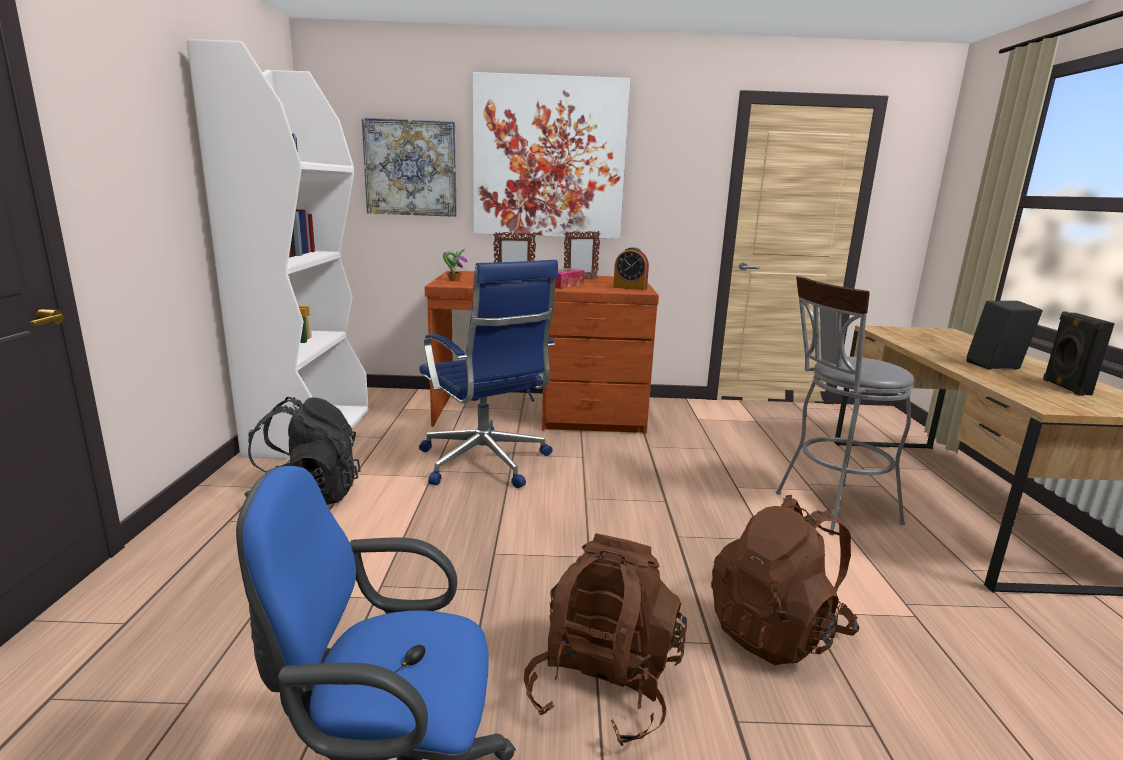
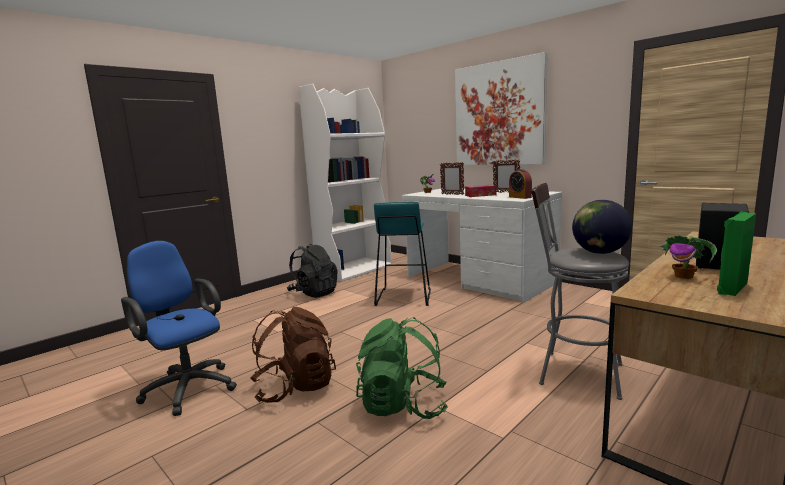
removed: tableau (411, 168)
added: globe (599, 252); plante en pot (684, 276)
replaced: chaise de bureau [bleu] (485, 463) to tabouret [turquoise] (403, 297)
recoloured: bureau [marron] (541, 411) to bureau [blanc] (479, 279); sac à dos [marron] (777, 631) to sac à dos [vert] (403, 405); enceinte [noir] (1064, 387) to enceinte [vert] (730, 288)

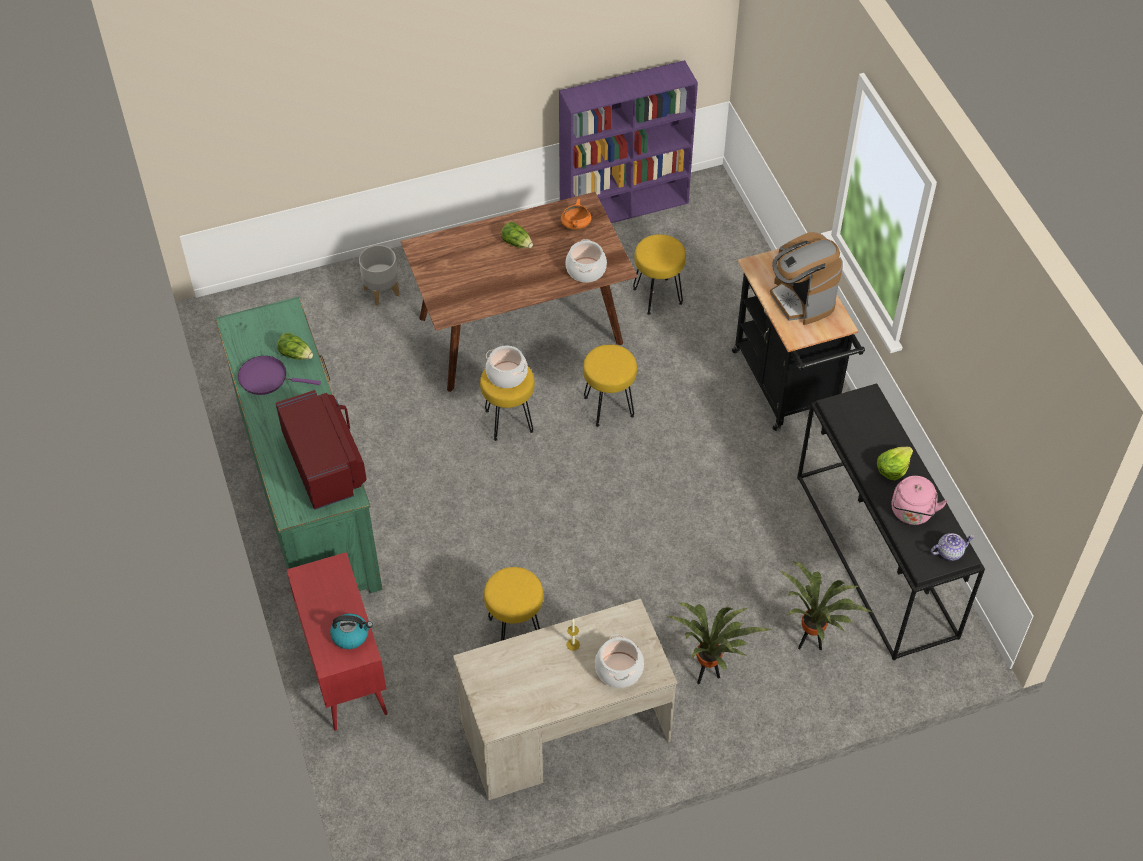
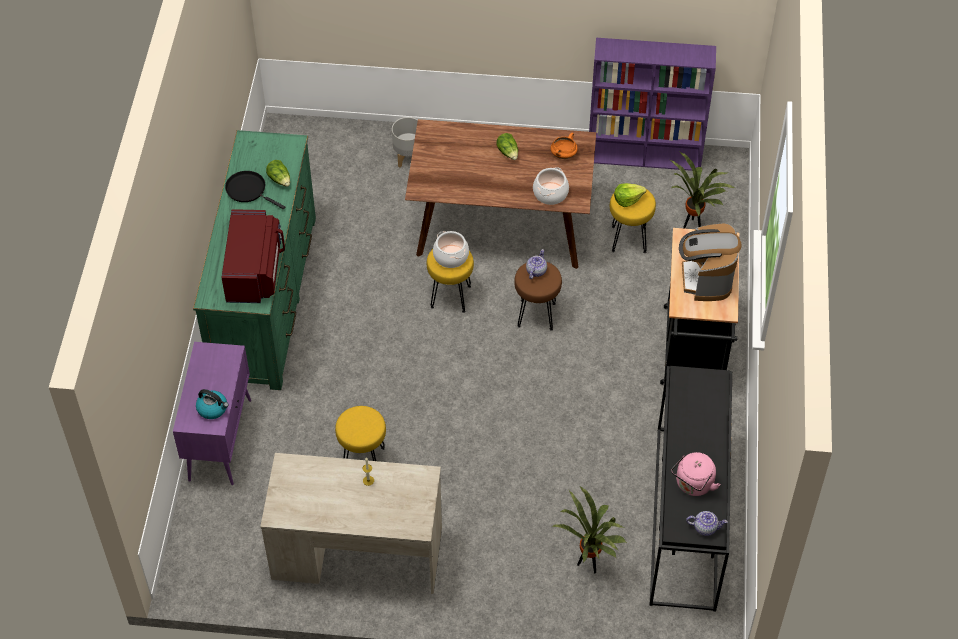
removed: marmite (619, 670)
added: théière (536, 271)
moved: plante en pot (707, 676) to (692, 227); laitue (892, 468) to (627, 199)
recoloured: poêle [violet] (266, 378) to poêle [noir] (248, 190); meuble de rangement [rouge] (344, 669) to meuble de rangement [violet] (220, 439); tabouret [jaune] (608, 407) to tabouret [marron] (536, 315)

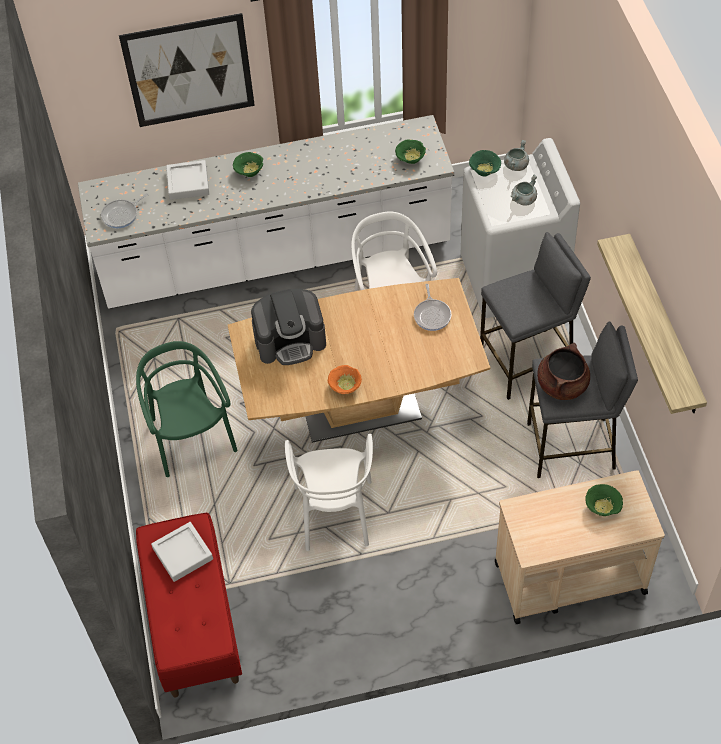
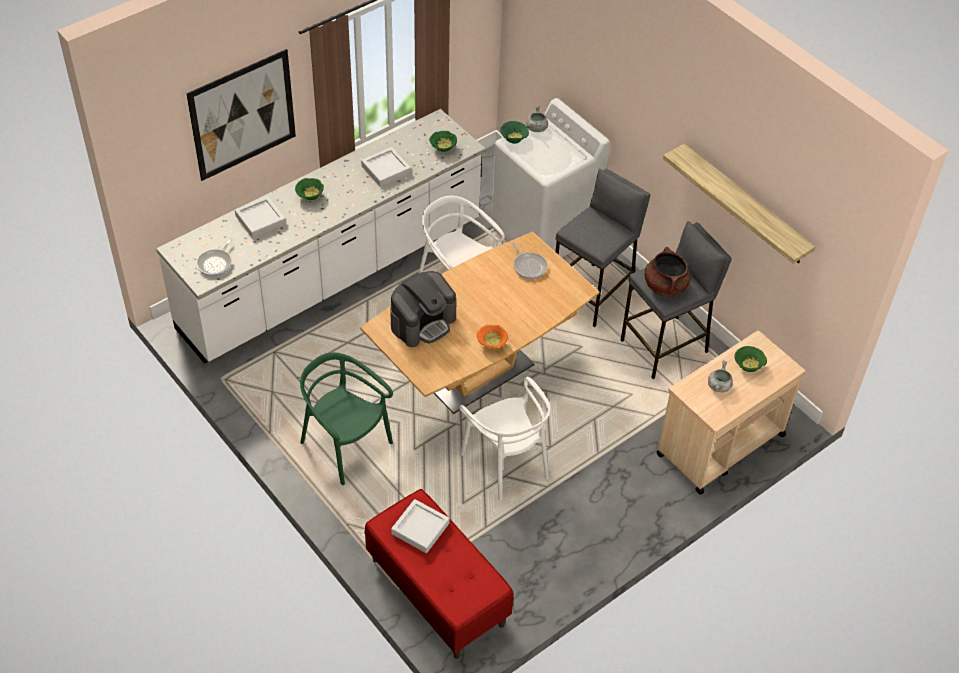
added: plateau [gris] (386, 170)
moved: marmite [gris] (523, 200) to (719, 386)

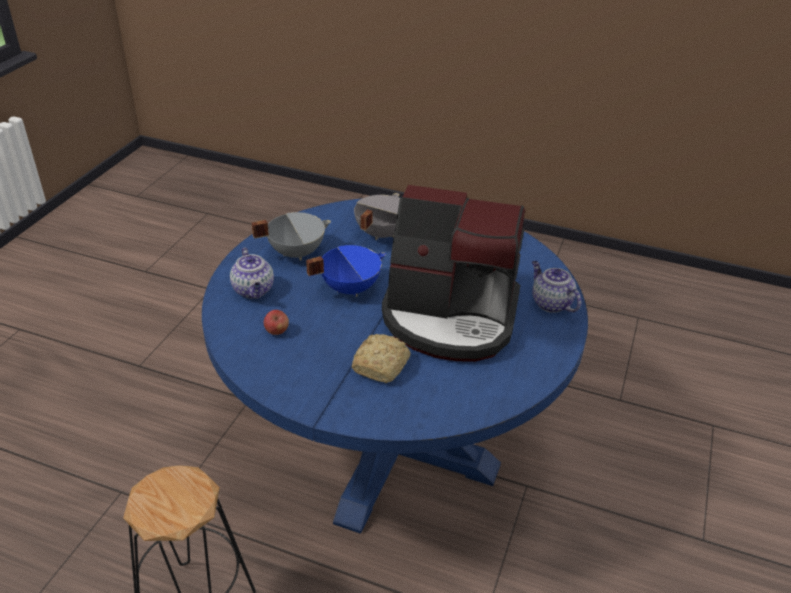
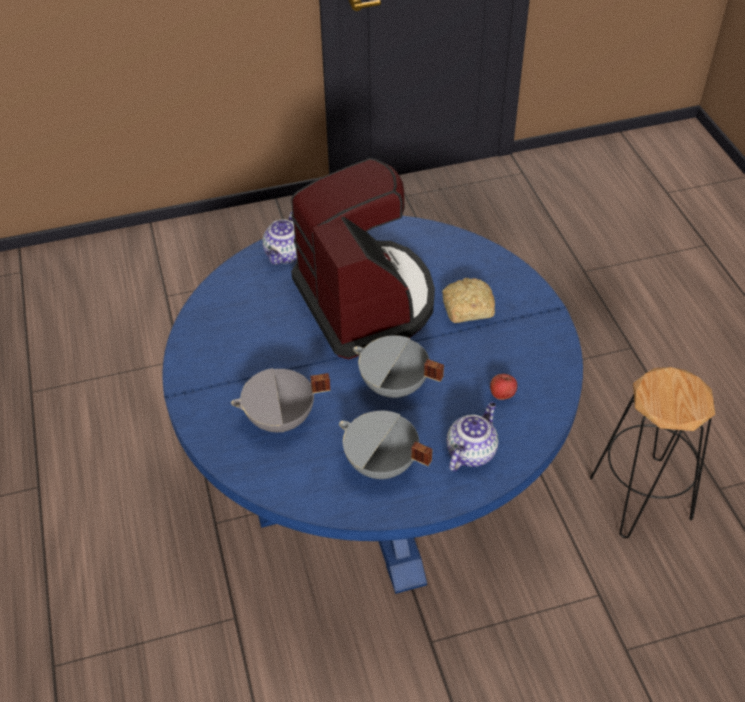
recoloured: marmite [bleu] (349, 288) to marmite [gris] (394, 386)

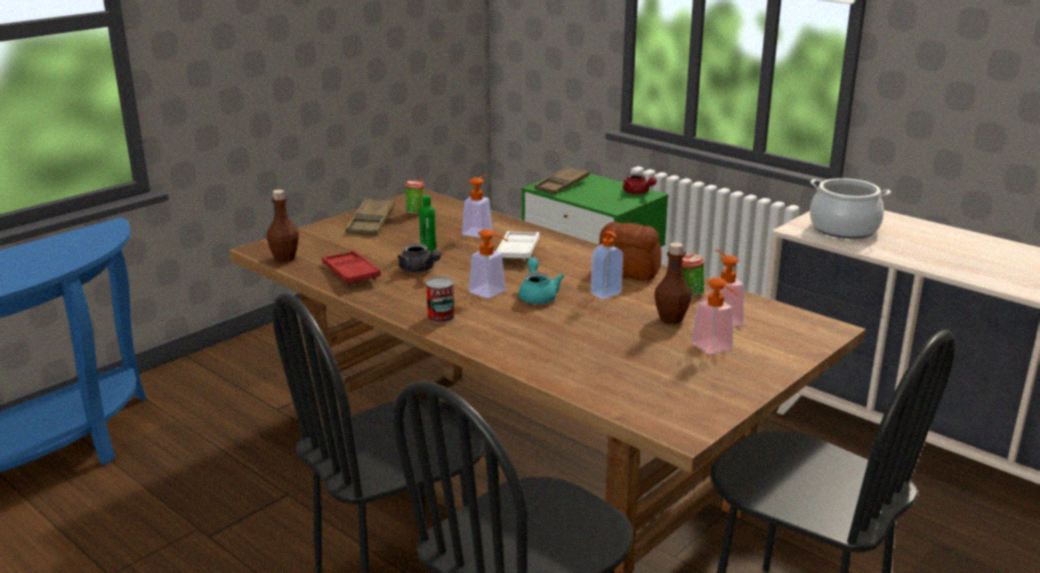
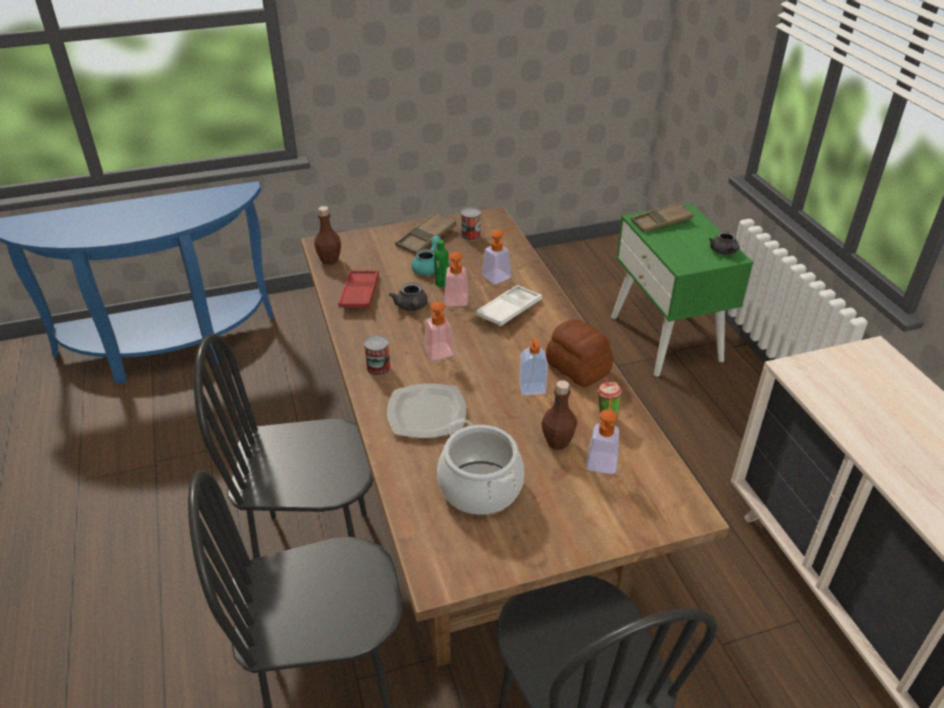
added: assiette (426, 414)
moved: théière [turquoise] (537, 295) to (429, 267); distributeur de savon (716, 349) to (456, 303); marmite (843, 229) to (480, 487)
replaced: tasse (415, 212) to boîte métallique (471, 235)
recoloured: théière [rouge] (638, 193) to théière [gris] (724, 252)

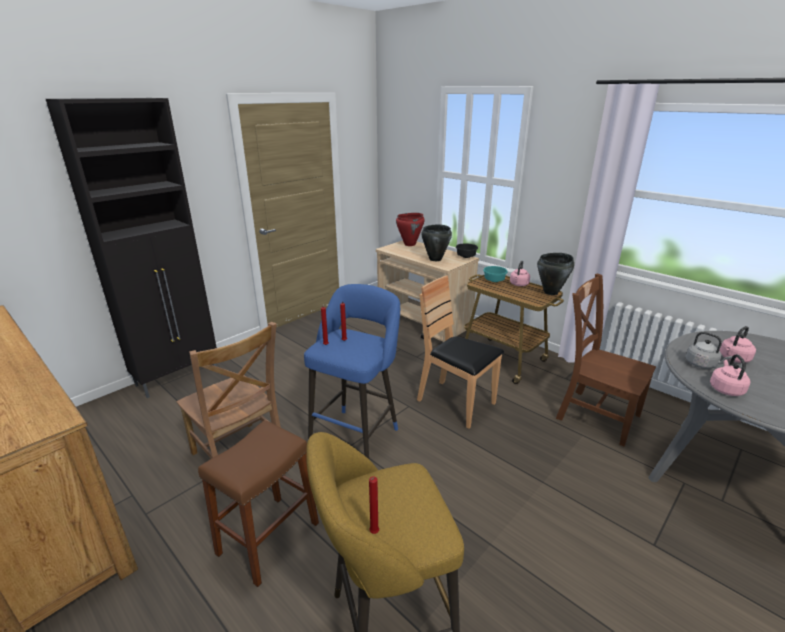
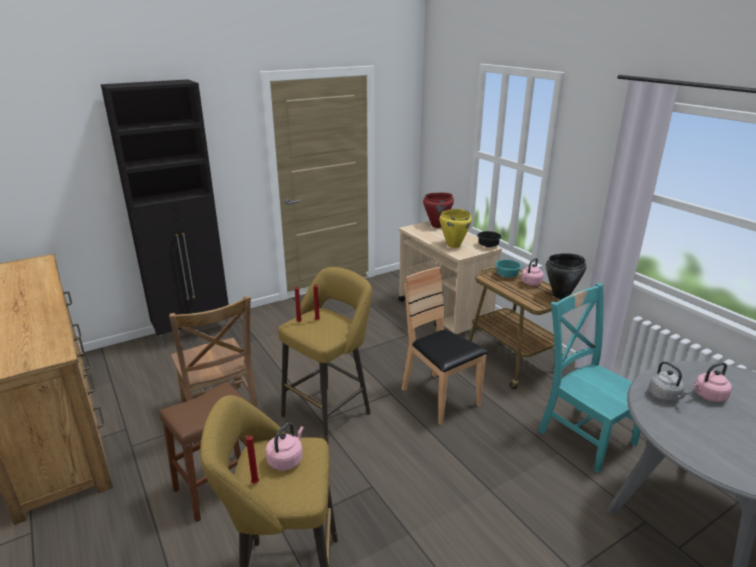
moved: bouilloire [rose] (725, 389) to (286, 459)
recoloured: tabouret [bleu] (357, 435) to tabouret [jaune] (330, 412); marmite [noir] (435, 259) to marmite [jaune] (453, 245); chaise [marron] (594, 415) to chaise [turquoise] (583, 435)

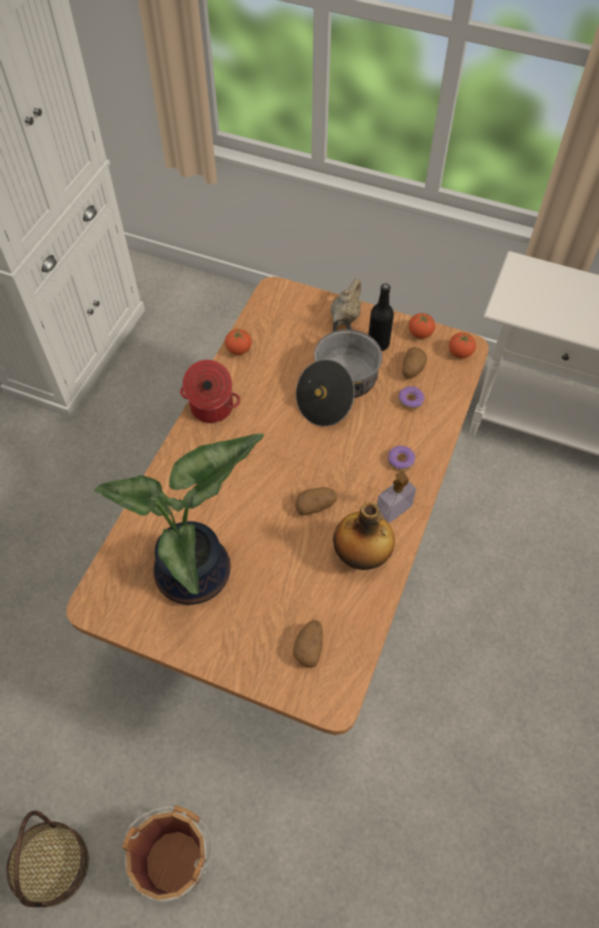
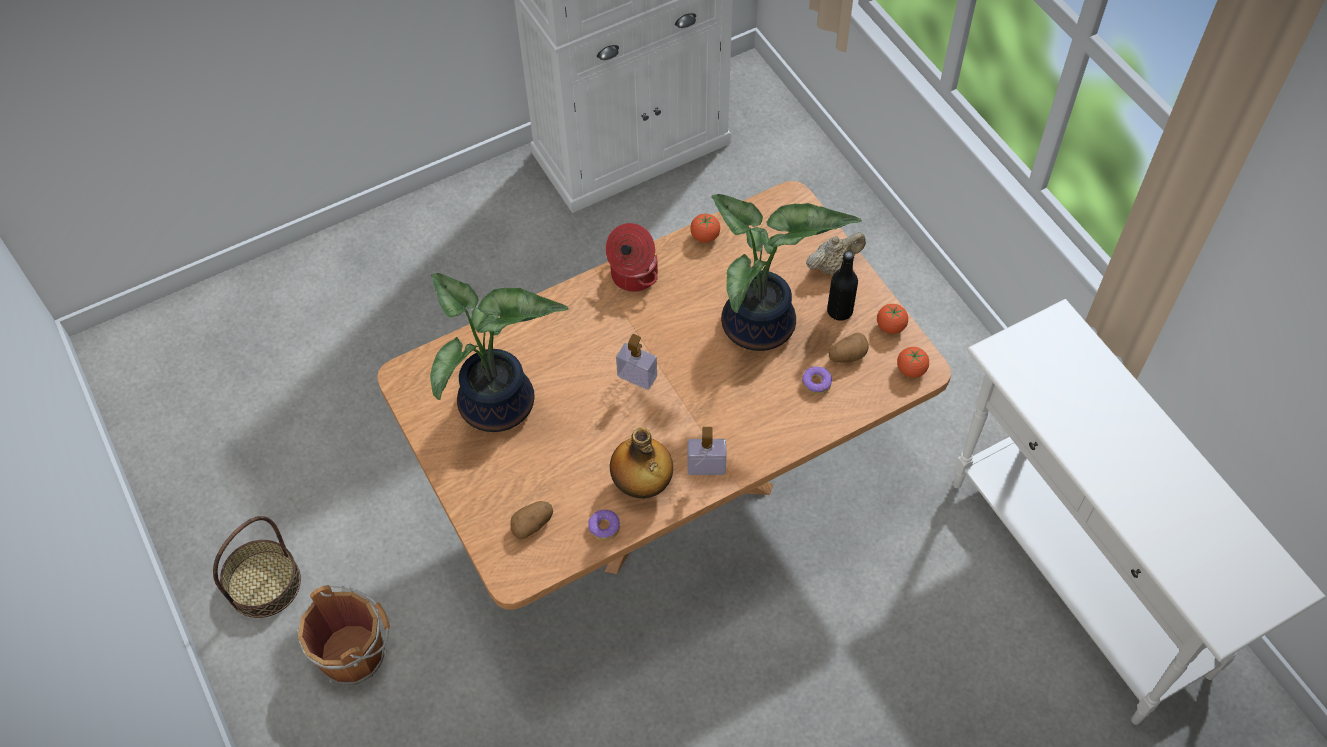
removed: pomme de terre (315, 506)
added: distributeur de savon (637, 376)
moved: beignet (400, 461) to (604, 528)
replaced: marmite (338, 388) to plante en pot (761, 328)

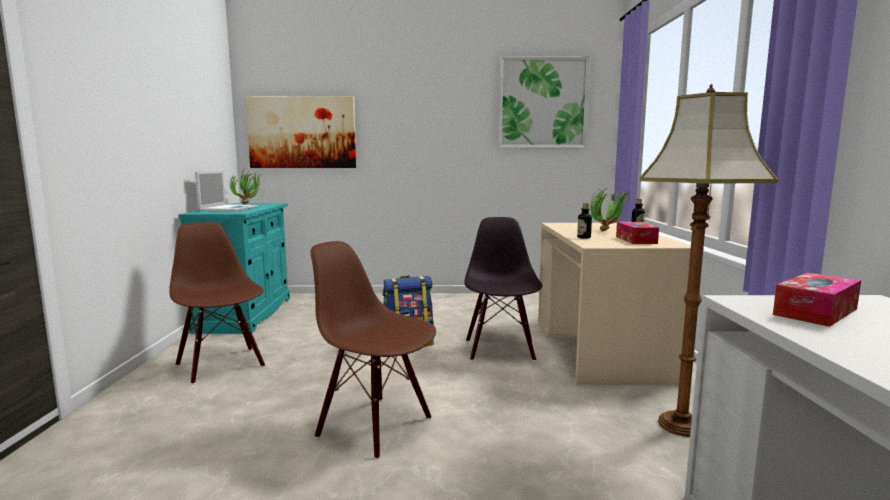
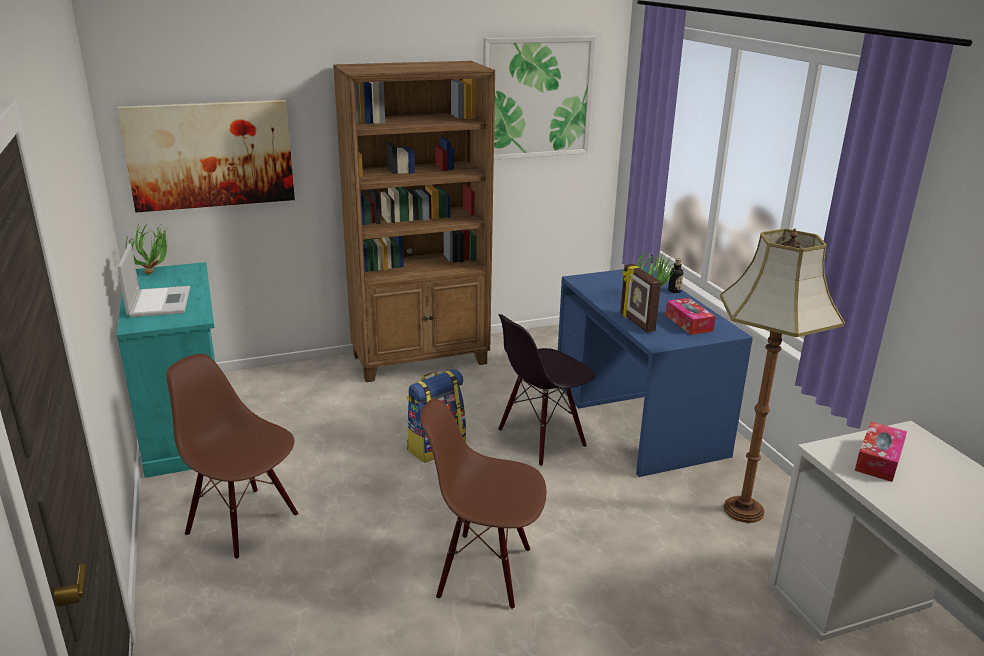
added: bibliothèque [marron] (421, 360)
replaced: bouteille (584, 237) to cadre photo (636, 322)
recoloured: bureau [beige] (600, 347) to bureau [bleu] (637, 417)
turned: chaise [noir] (500, 350) = (541, 439) 105 degrees counterclockwise

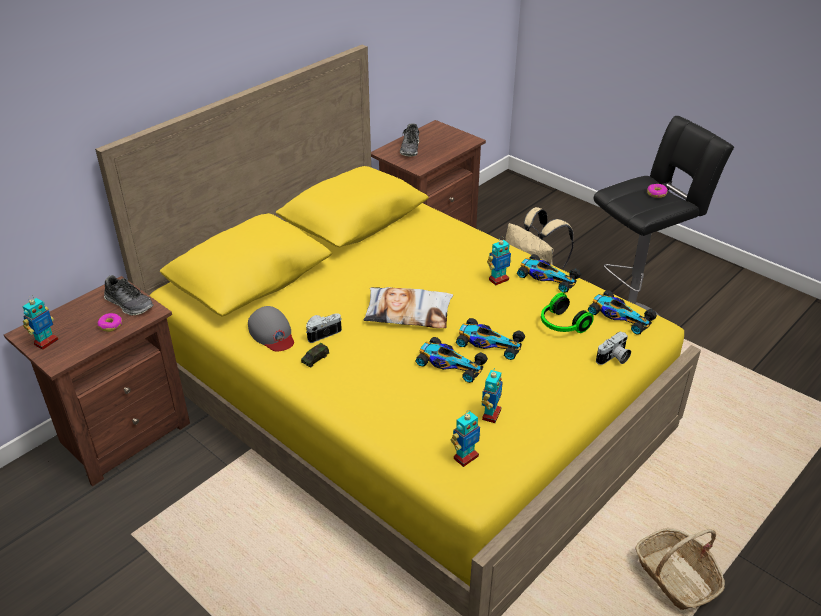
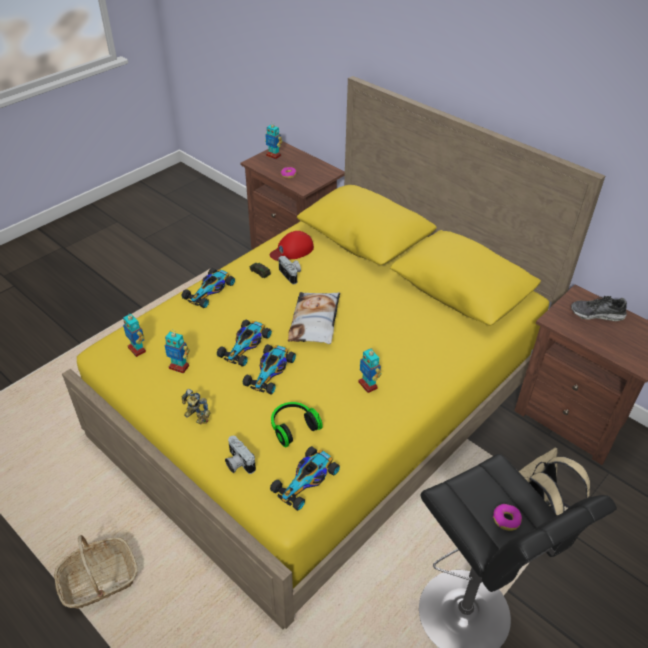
removed: chaussure (129, 304)
added: robot jouet (195, 417)
moved: petite voiture (546, 277) to (210, 290)
recoloured: casquette [gris] (272, 333) to casquette [rouge] (292, 250)

